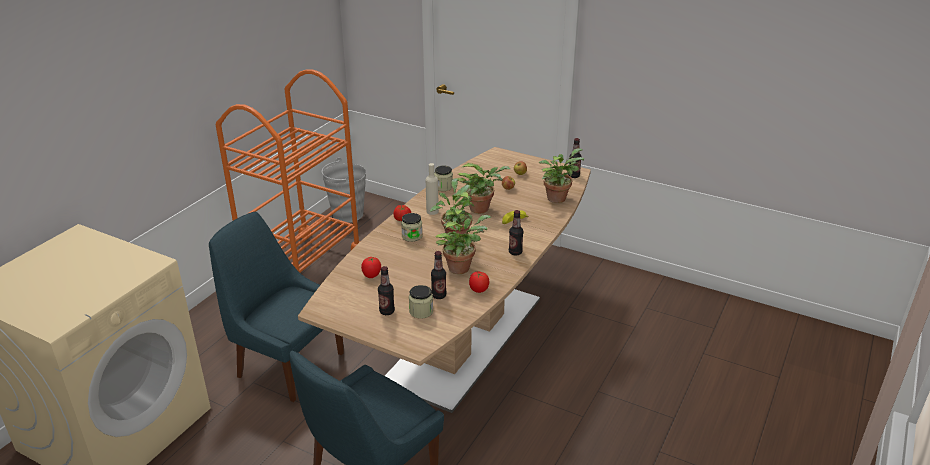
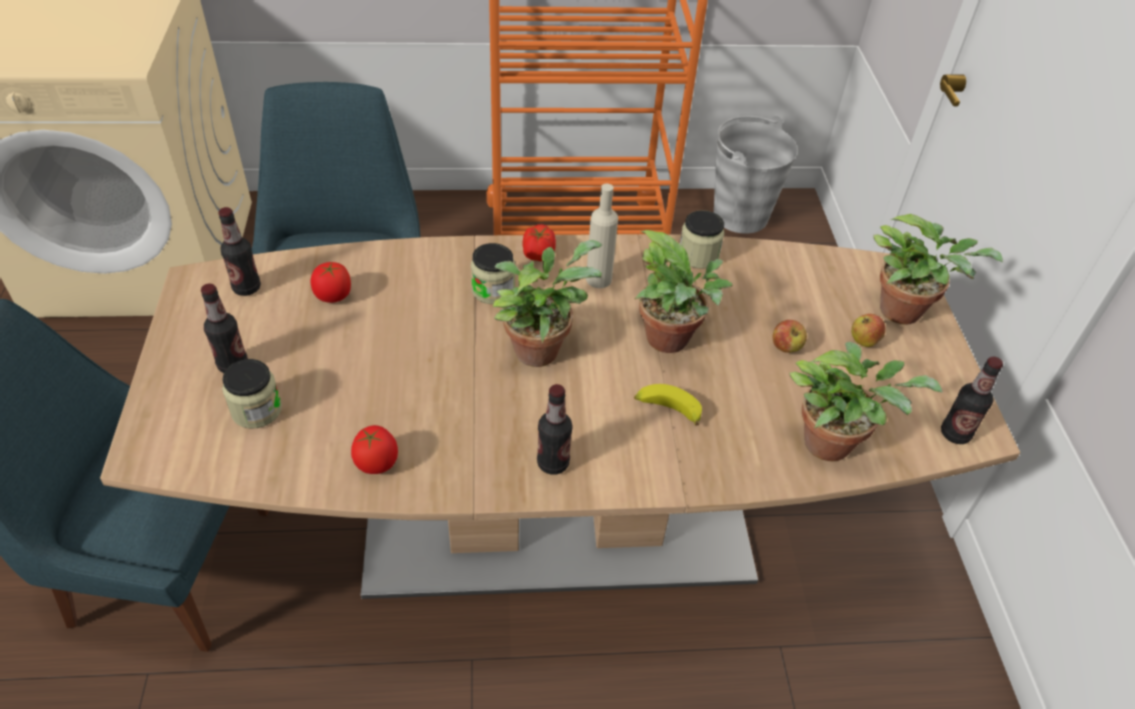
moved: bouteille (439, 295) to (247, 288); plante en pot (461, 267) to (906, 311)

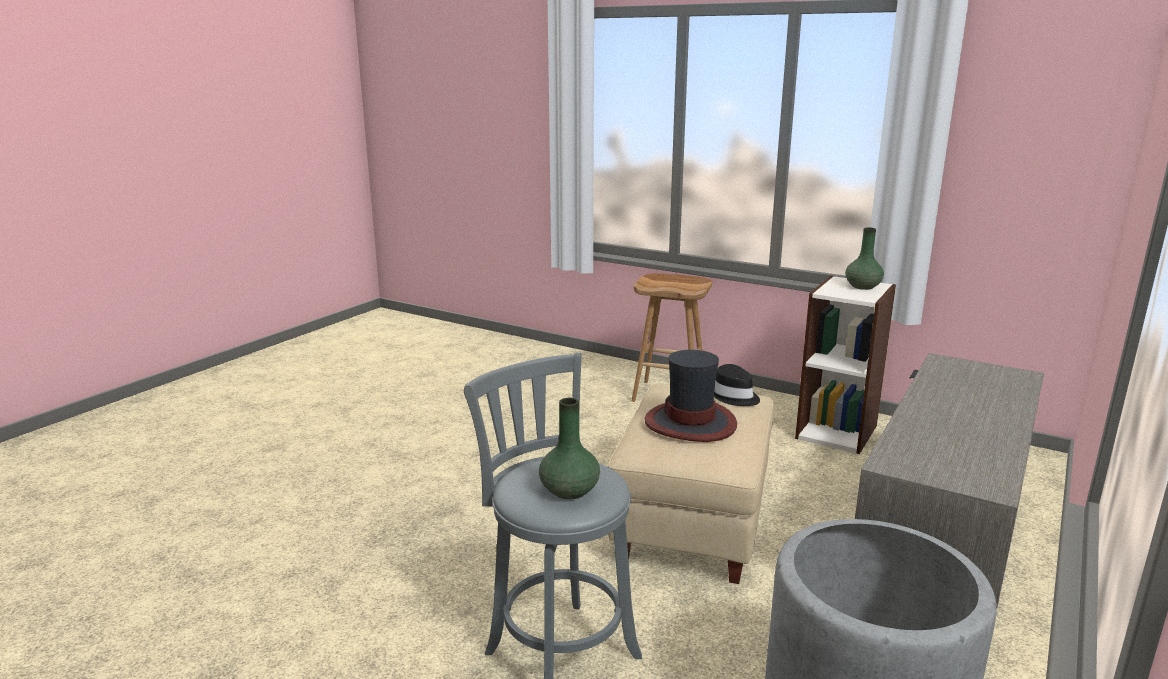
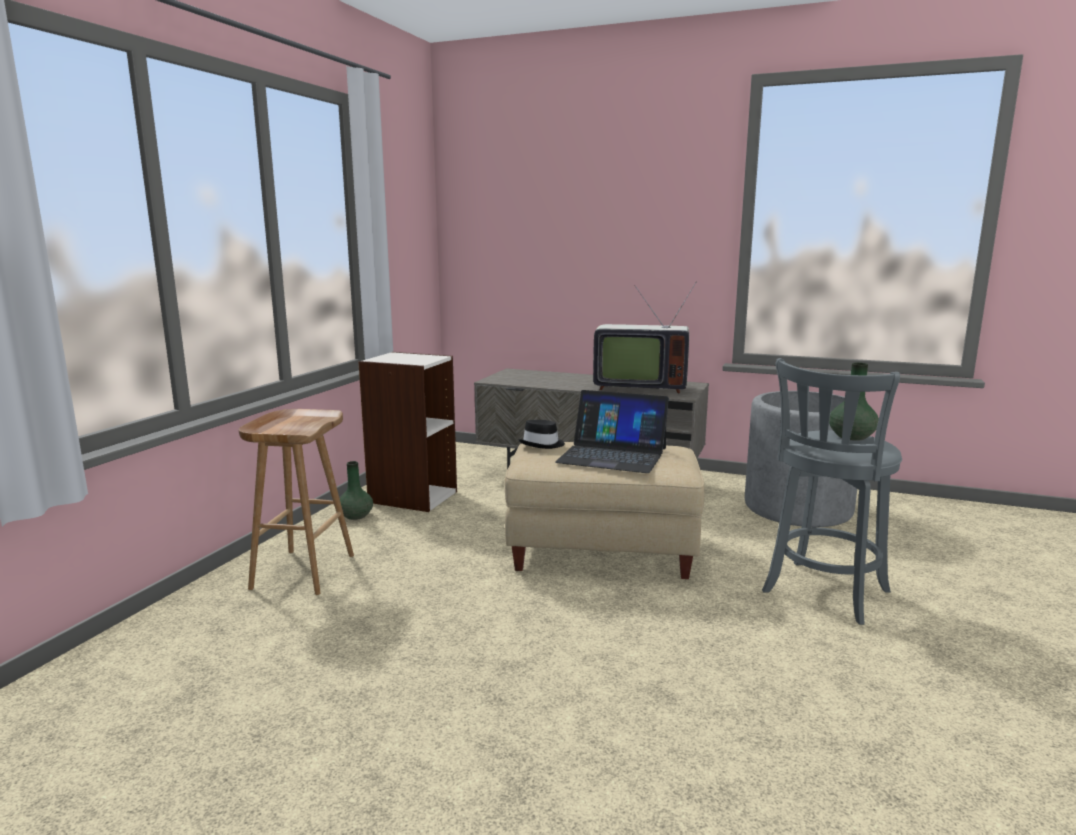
added: téléviseur (638, 387)
moved: vase [vert] (862, 287) to (356, 516)
replaced: chapeau (691, 423) to ordinateur portable (612, 455)

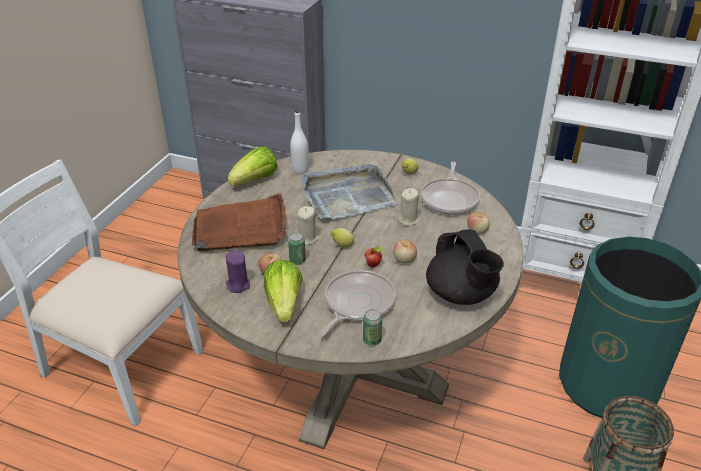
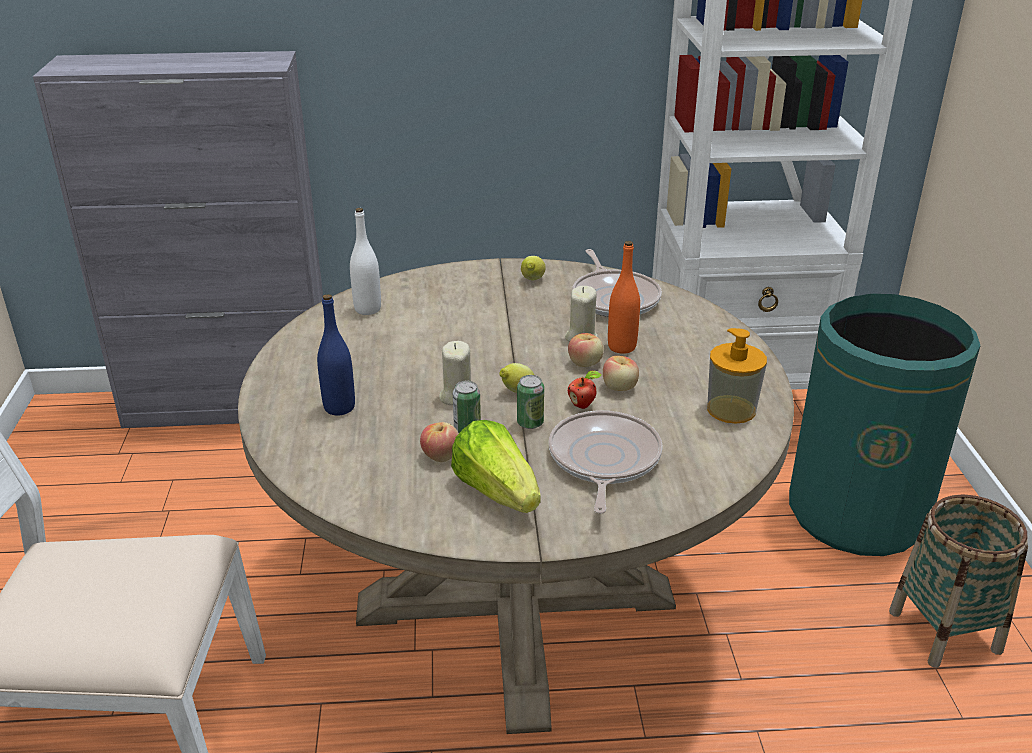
removed: bougie [violet] (238, 285); laitue (255, 180); plateau [gris] (347, 195)
added: bouteille [orange] (622, 347)
moved: boîte métallique (372, 340) to (530, 423); pomme (477, 231) to (585, 363)
replaced: plateau [marron] (241, 228) to bouteille [bleu] (339, 407); théière [noir] (461, 294) to distributeur de savon (731, 409)

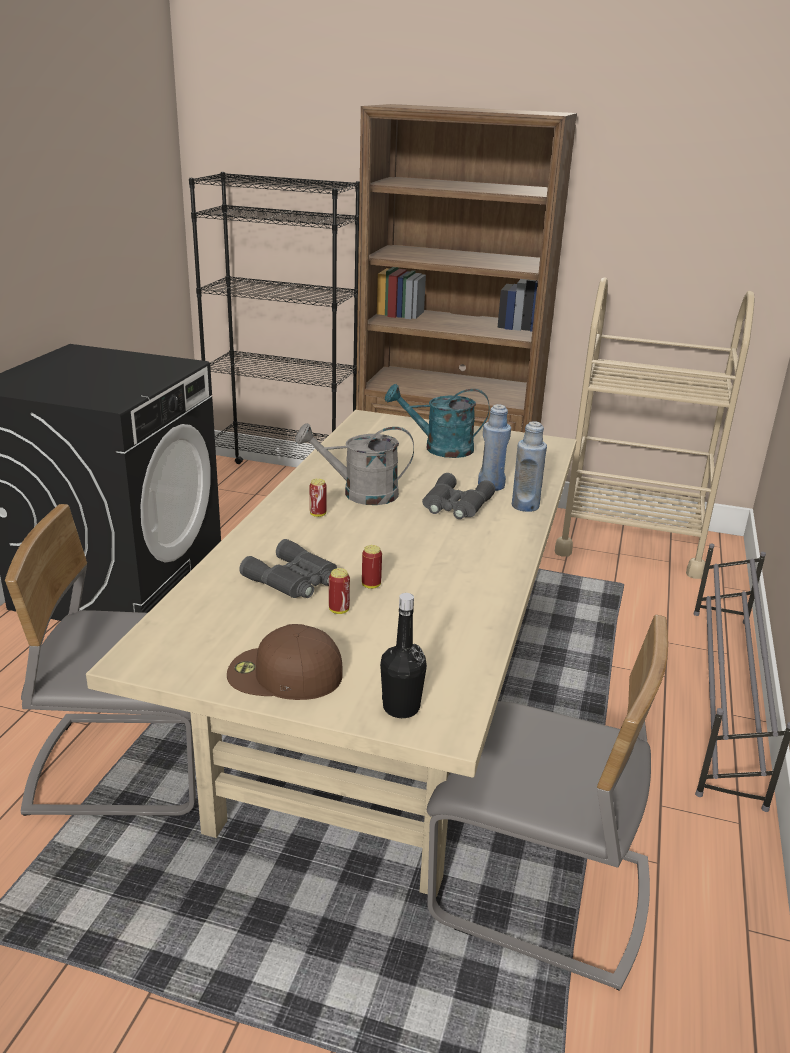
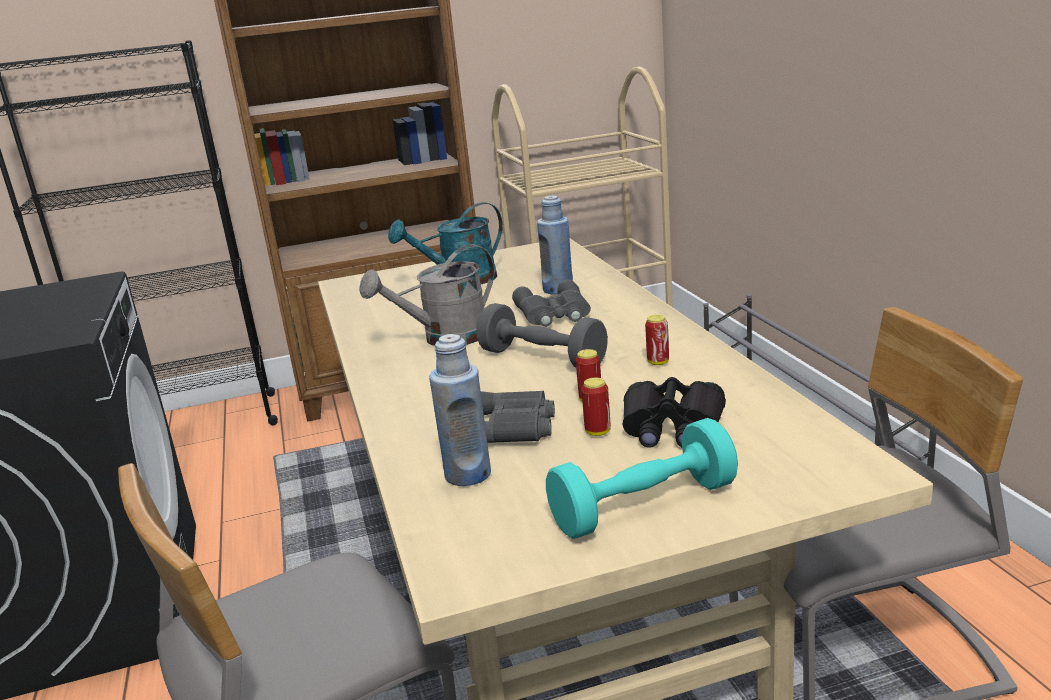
removed: bouteille [noir] (401, 707)
added: haltère [gris] (542, 358); jumelles [noir] (671, 428)
moved: boîte métallique (318, 514) to (658, 362); bouteille [bleu] (525, 506) to (467, 474)
replaced: casquette [marron] (283, 674) to haltère [turquoise] (644, 507)

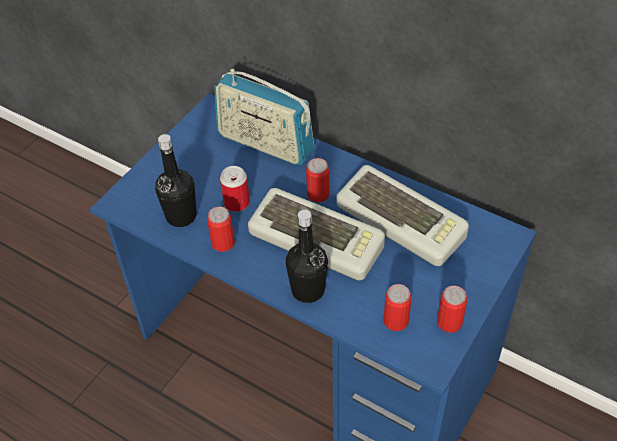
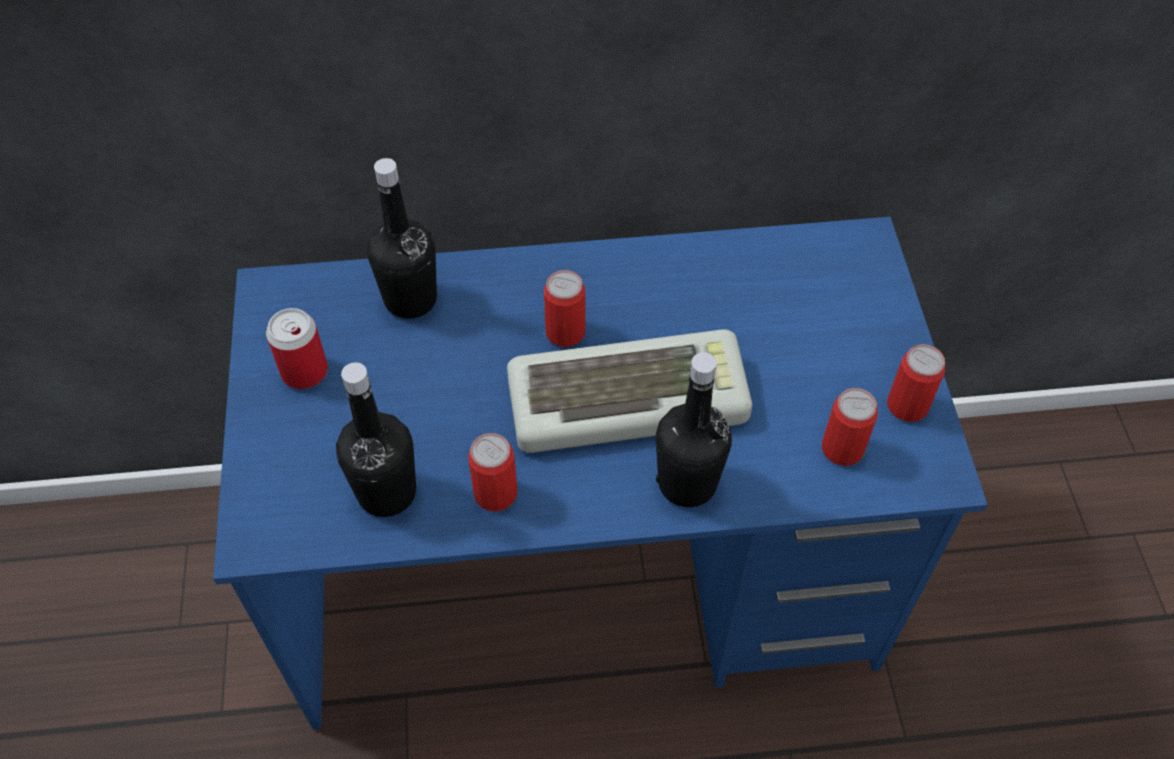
removed: clavier (403, 220)
moved: boîte métallique (236, 203) to (304, 371)
replaced: radio (265, 143) to bouteille [noir] (410, 299)

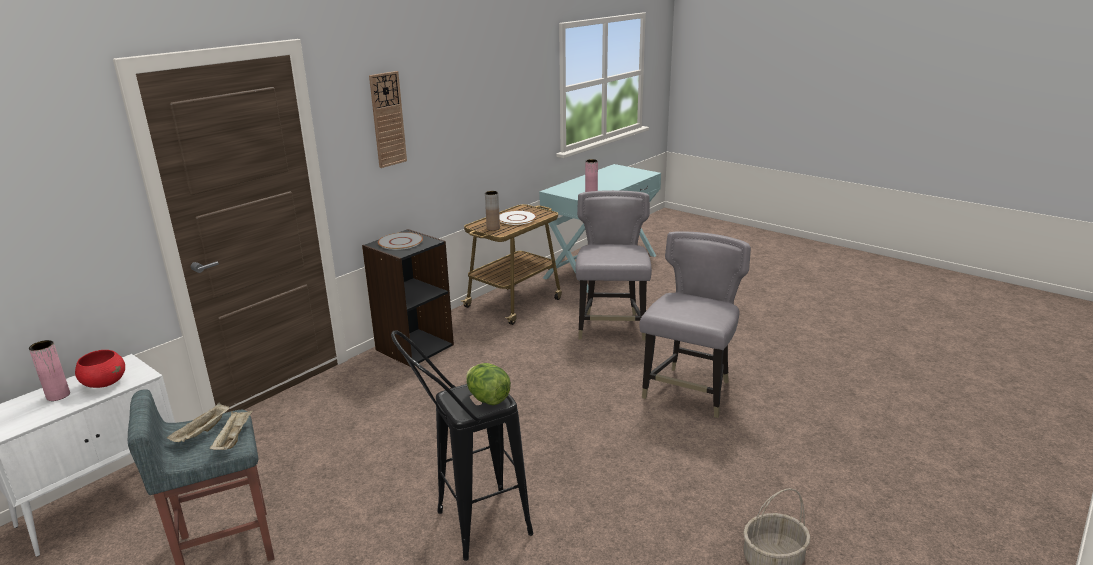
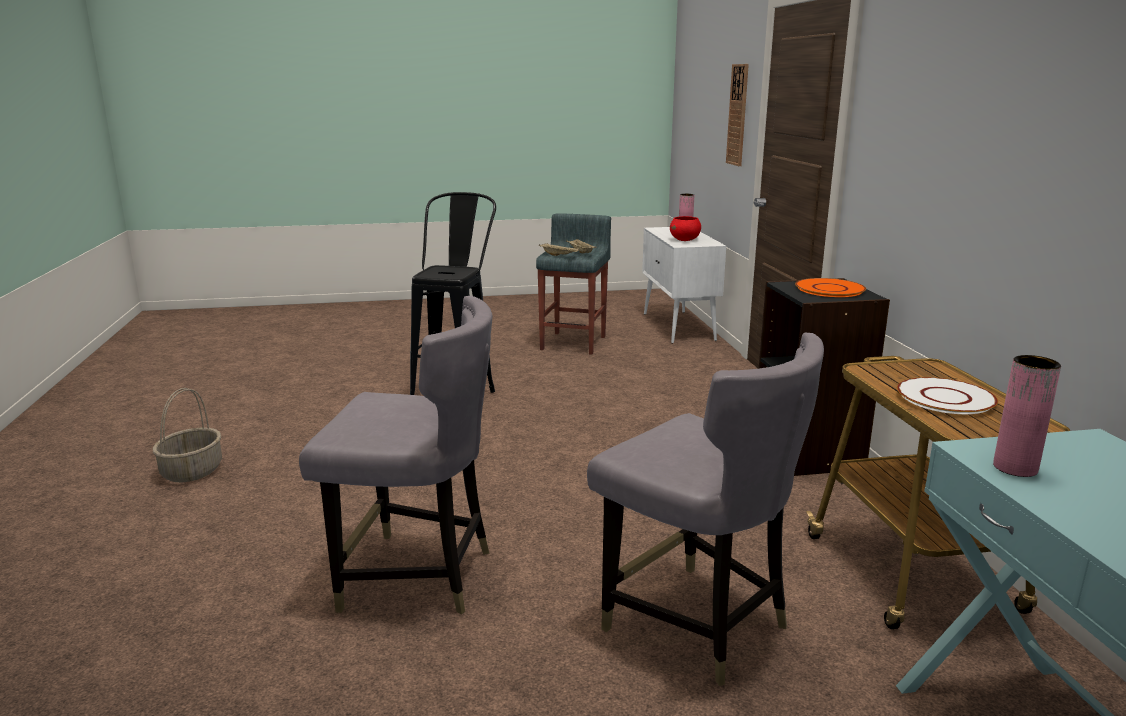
removed: laitue (488, 399); vase [marron] (493, 228)
moved: horloge murale (387, 119) to (738, 115)
recoloured: assiette [gris] (400, 242) to assiette [orange] (830, 289)
turned: chaise [gris] (689, 392) = (416, 576) 60 degrees counterclockwise

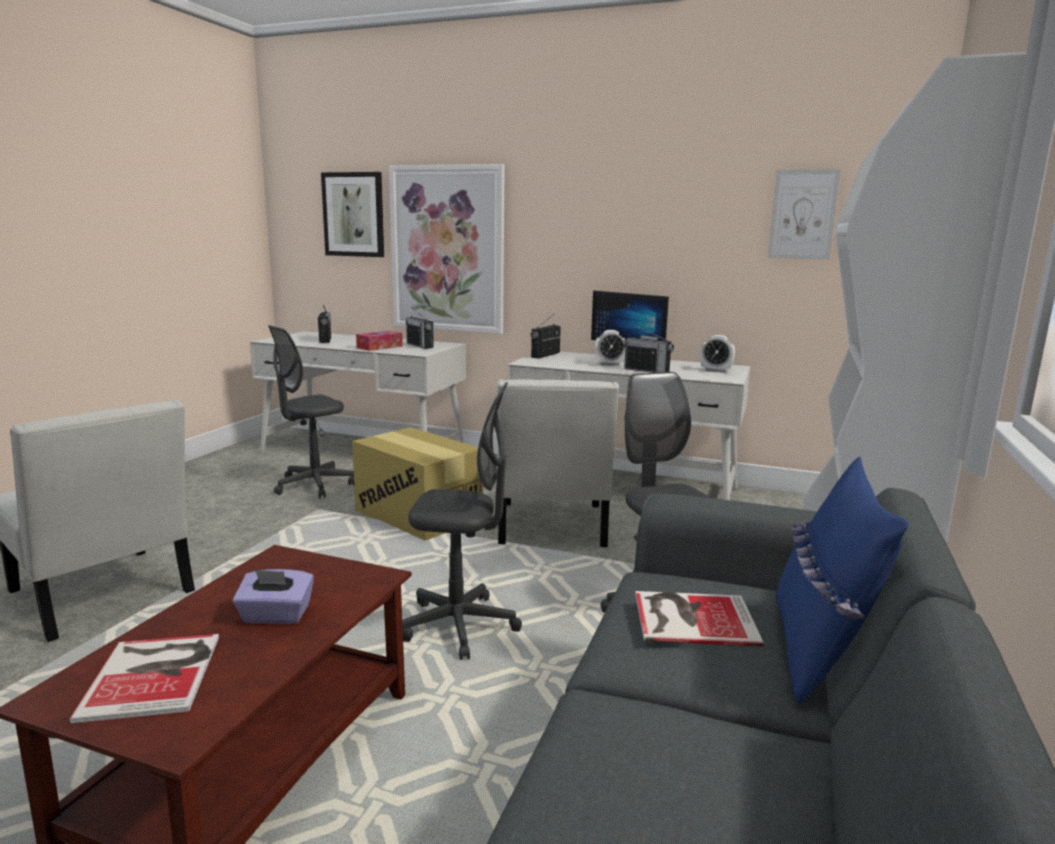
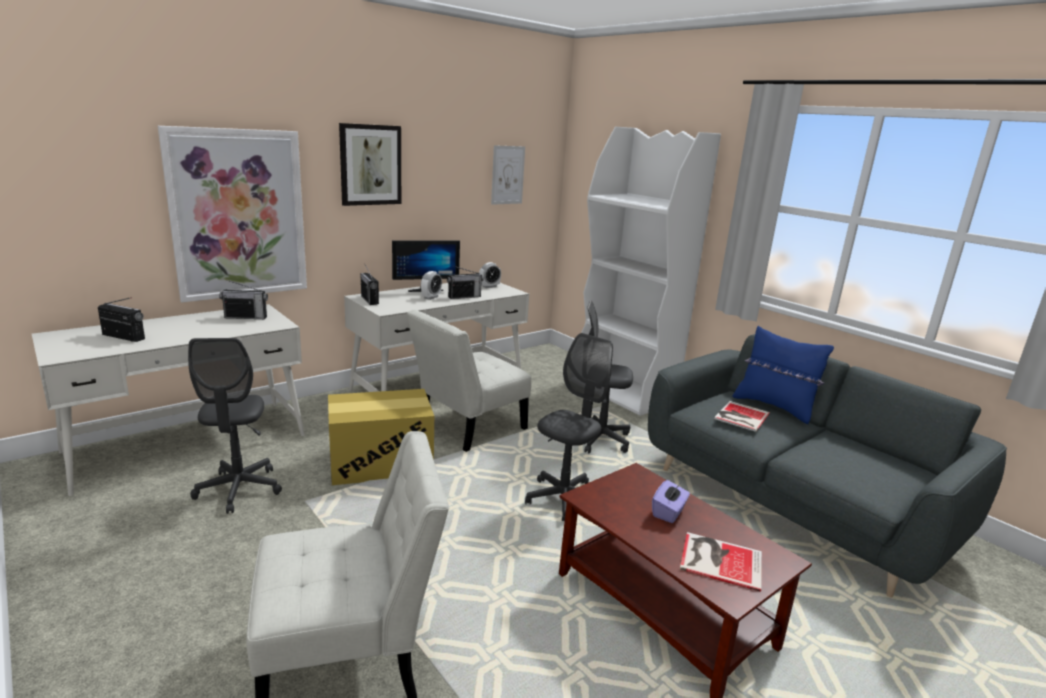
removed: boîte à mouchoirs (379, 347)
moved: tableau (354, 214) to (370, 165)
turned: chaise [blanc] (551, 528) = (467, 427) 105 degrees clockwise

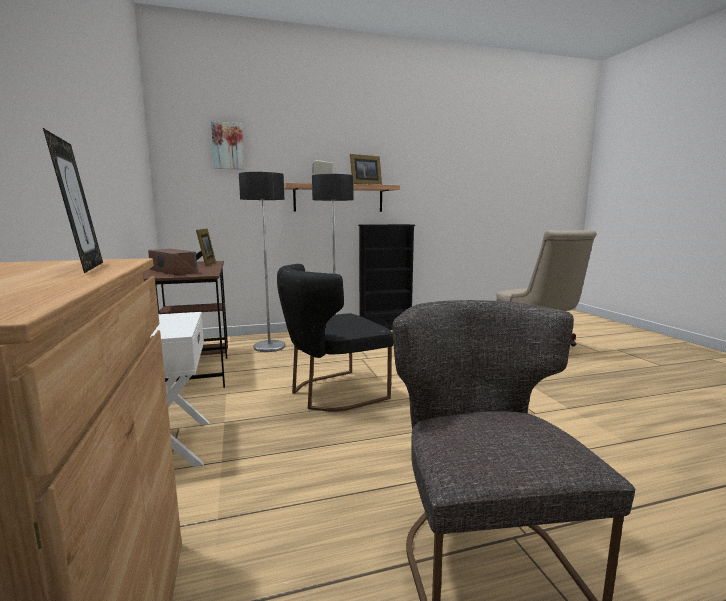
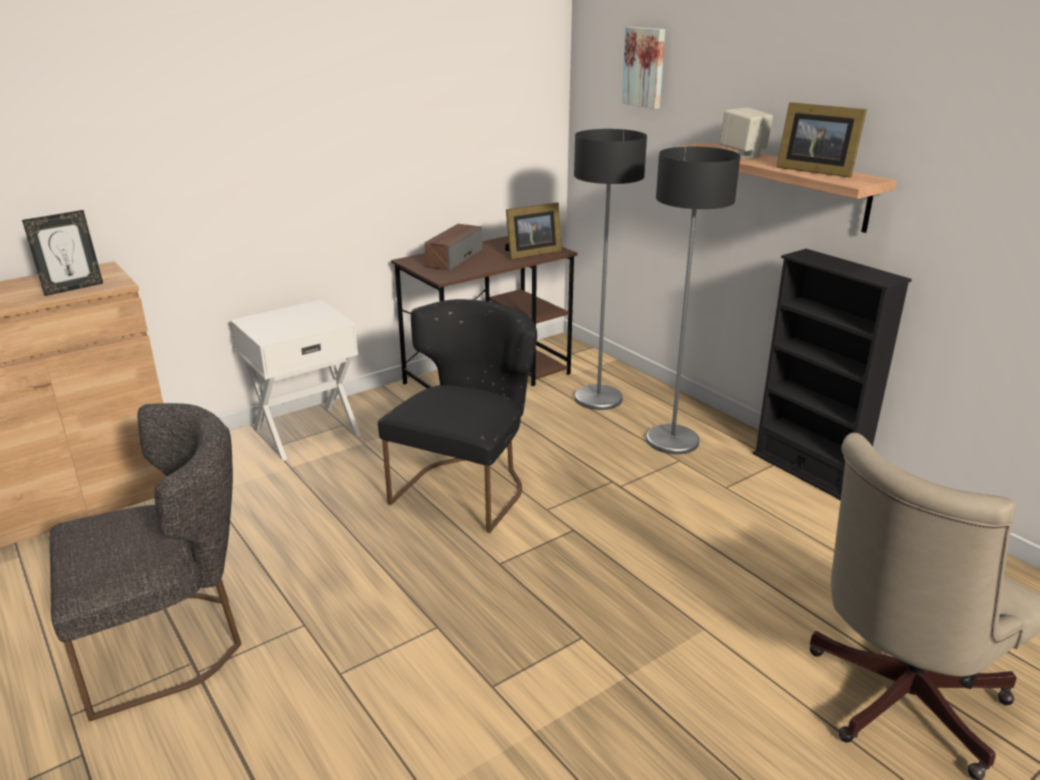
turned: chaise [noir] (332, 393) = (467, 487) 75 degrees clockwise

